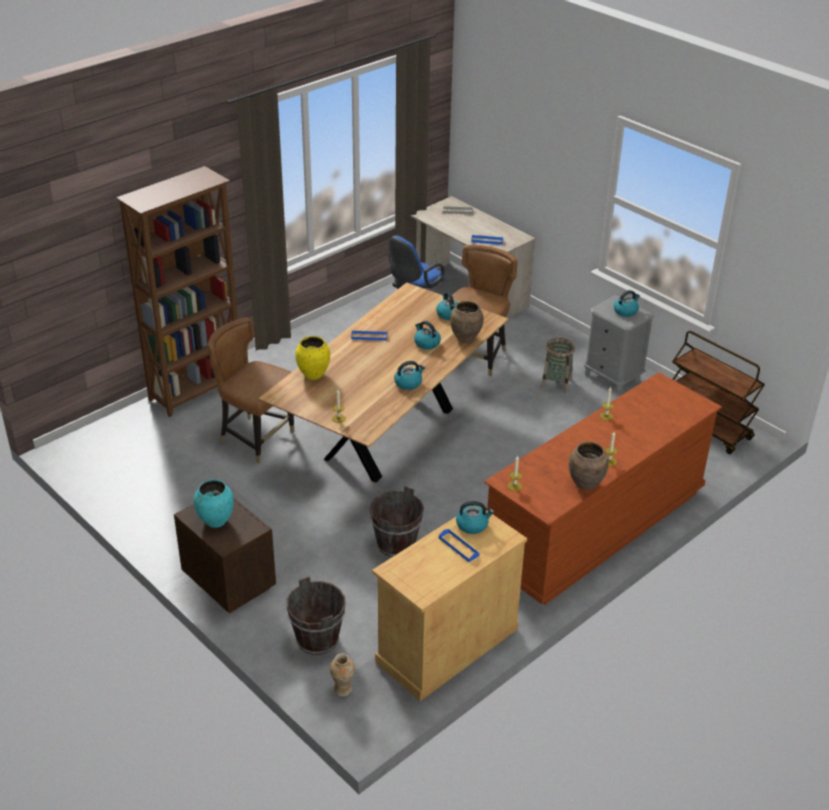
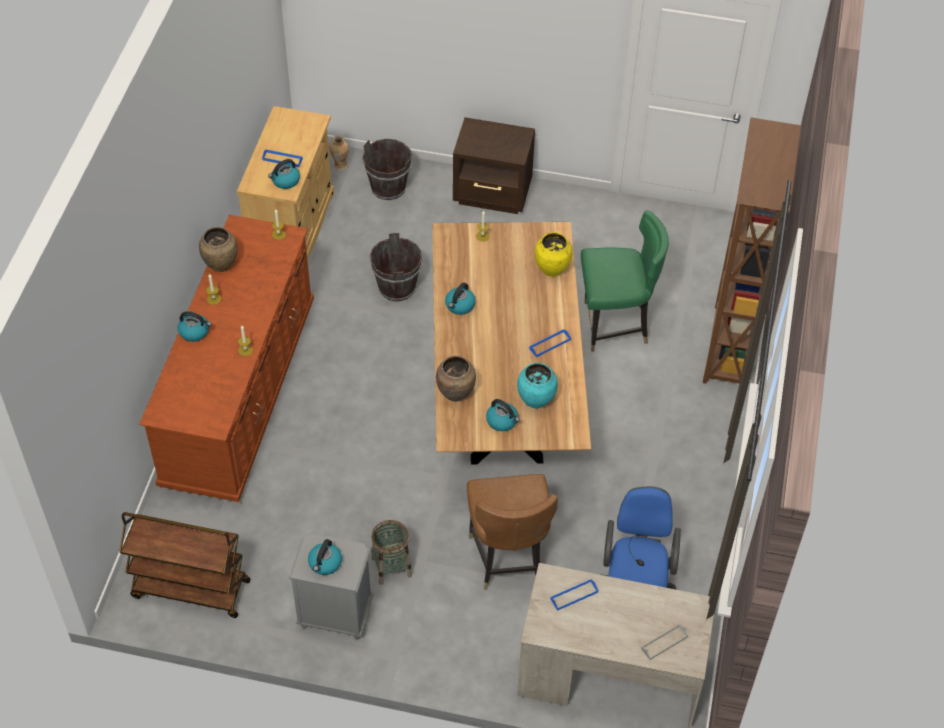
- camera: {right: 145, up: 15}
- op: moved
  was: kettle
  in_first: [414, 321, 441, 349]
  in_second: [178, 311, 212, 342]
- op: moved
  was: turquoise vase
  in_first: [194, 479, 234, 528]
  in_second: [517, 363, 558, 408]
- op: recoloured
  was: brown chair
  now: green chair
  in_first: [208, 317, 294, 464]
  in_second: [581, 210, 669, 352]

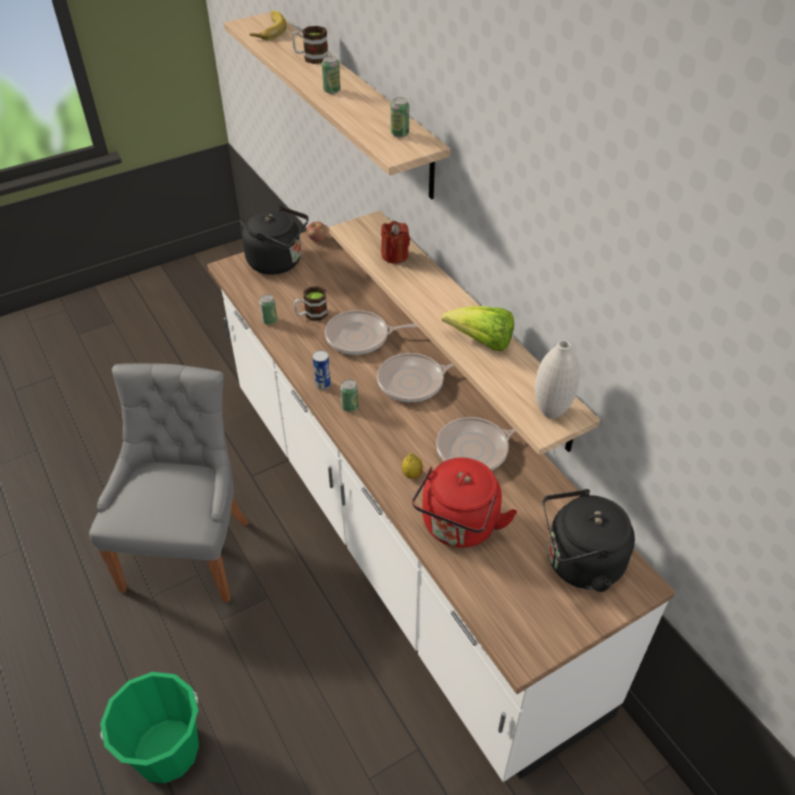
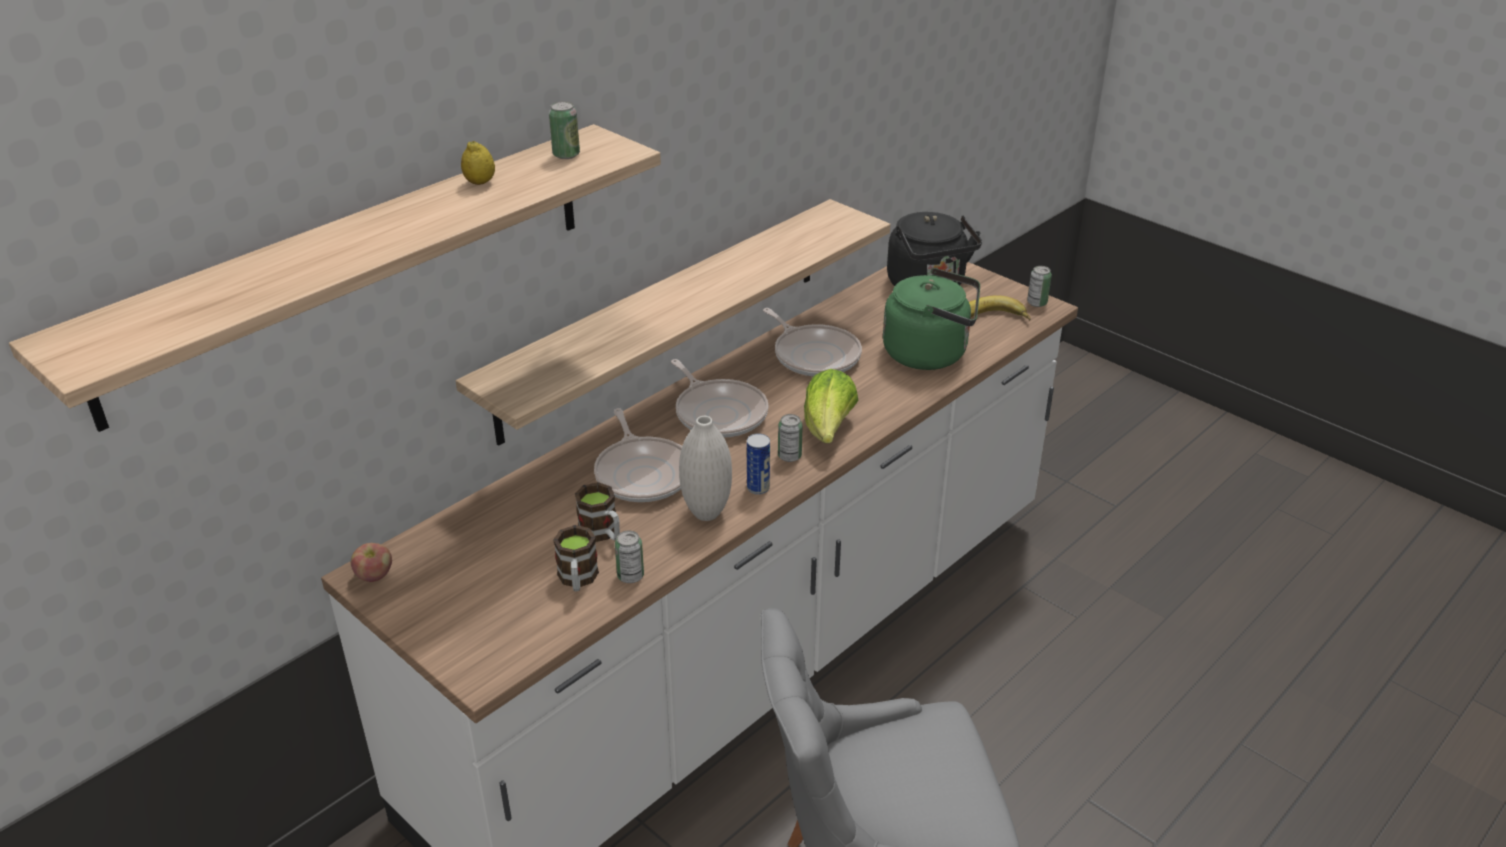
- camera: {right: -105, up: -10}
- op: moved
  was: lemon
  in_first: [402, 453, 423, 479]
  in_second: [461, 141, 495, 185]
- op: moved
  was: mug
  in_first: [292, 26, 328, 64]
  in_second: [553, 525, 599, 592]
- op: moved
  was: white vase
  in_first: [535, 340, 580, 418]
  in_second: [679, 416, 732, 521]
- op: moved
  was: lettuce
  in_first: [441, 306, 514, 351]
  in_second: [804, 369, 859, 443]
- op: recoloured
  was: red kettle
  now: green kettle
  in_first: [412, 458, 517, 548]
  in_second: [883, 268, 980, 370]
- op: moved
  was: banana
  in_first: [249, 11, 287, 40]
  in_second: [969, 295, 1031, 321]
- op: moved
  was: can
  in_first: [322, 56, 341, 94]
  in_second: [1027, 266, 1052, 307]
- op: removed
  was: green bucket
  in_first: [100, 672, 199, 783]
- op: removed
  was: black kettle
  in_first: [242, 206, 309, 275]
- op: removed
  was: red candle
  in_first: [381, 221, 410, 264]

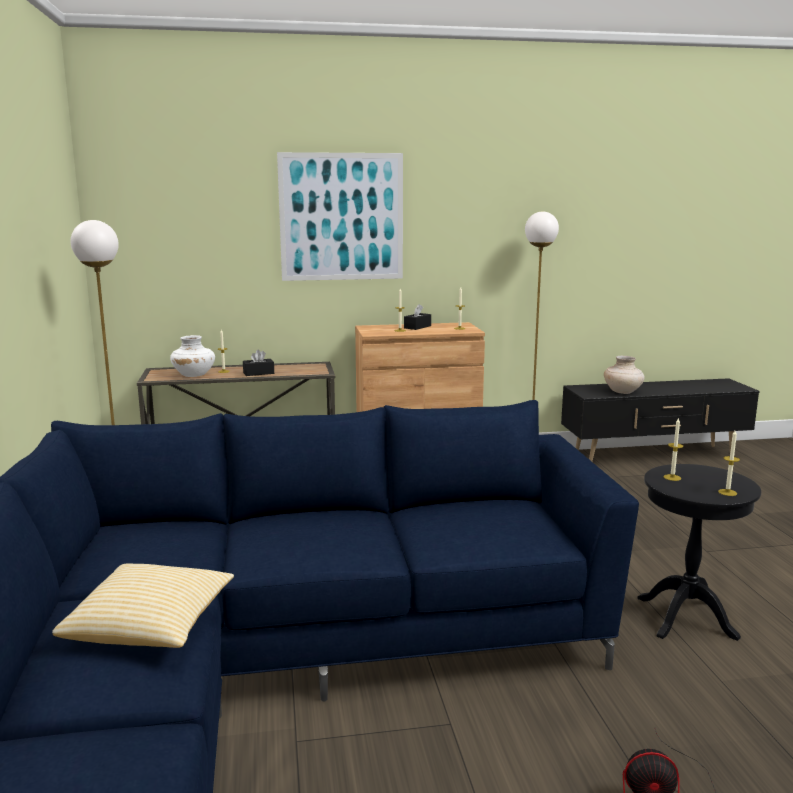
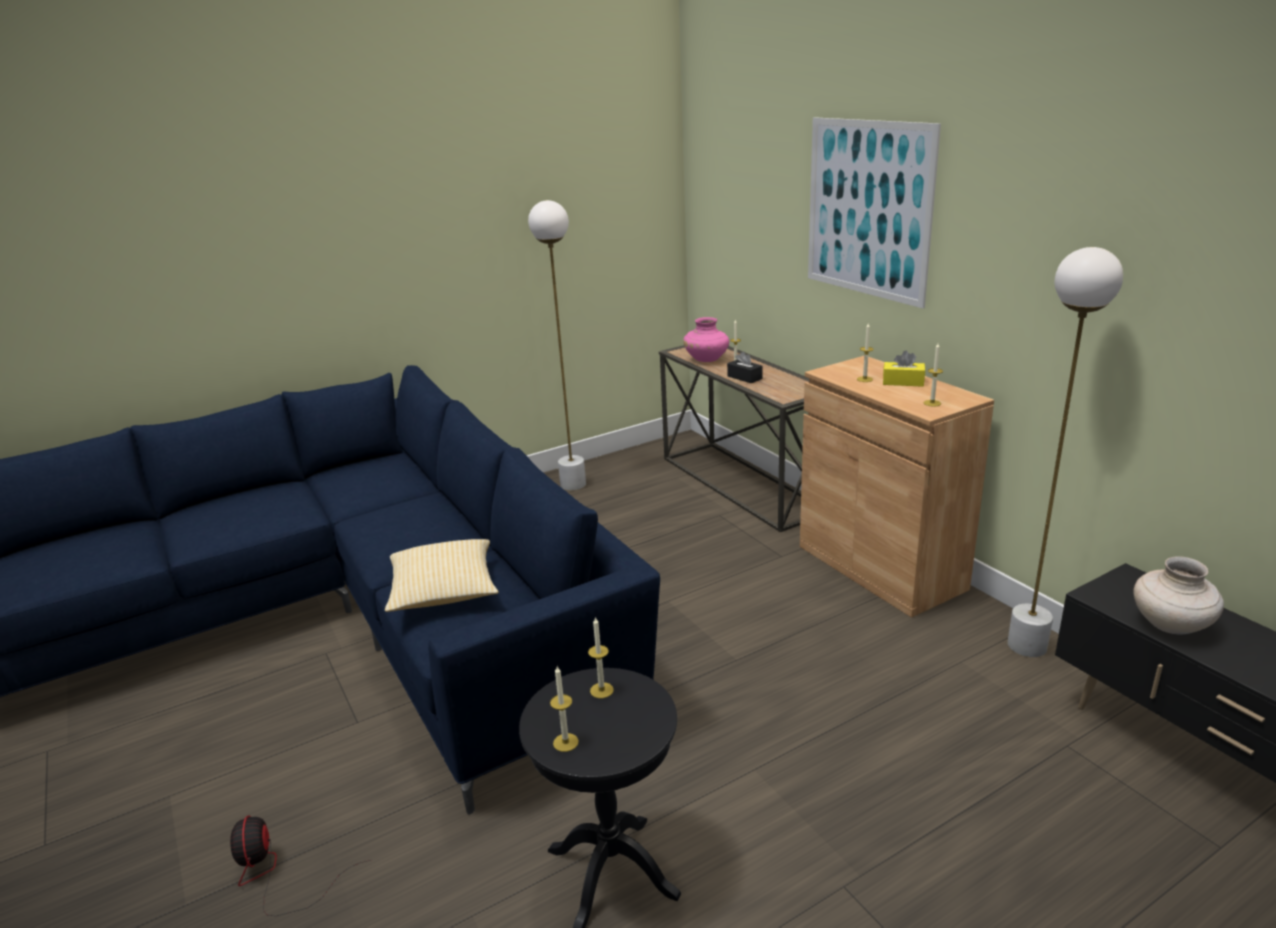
- camera: {right: 70, up: 10}
- op: moved
  was: pillow
  in_first: [52, 564, 234, 648]
  in_second: [385, 539, 498, 612]
- op: recoloured
  was: white vase
  now: pink vase
  in_first: [170, 335, 215, 377]
  in_second: [683, 317, 729, 362]
- op: recoloured
  was: black tissue box
  now: yellow tissue box
  in_first: [404, 304, 431, 330]
  in_second: [883, 351, 925, 387]

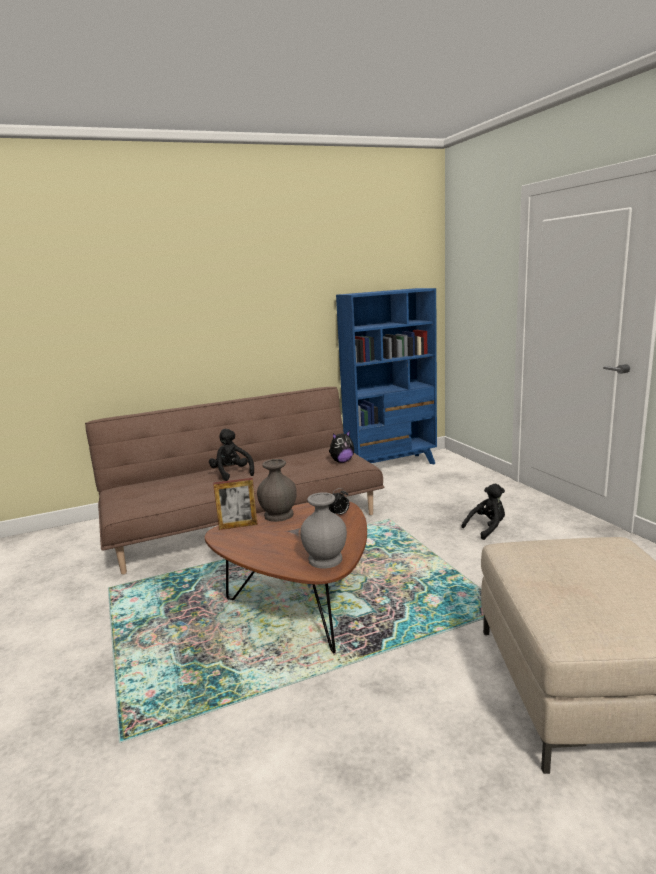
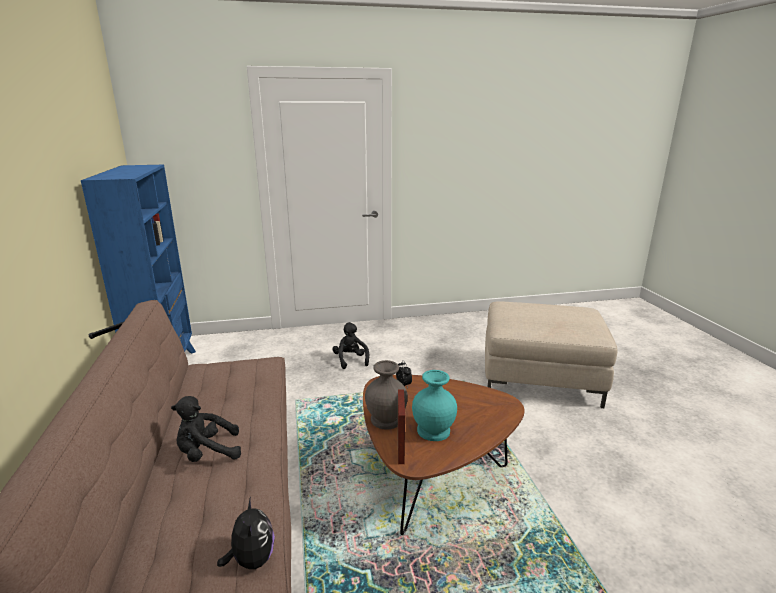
- camera: {right: -80, up: 5}
- op: moved
  was: plush toy
  in_first: [329, 430, 354, 463]
  in_second: [217, 497, 275, 569]
- op: added
  now: turquoise vase
  in_second: [412, 370, 457, 441]
- op: removed
  was: grey vase
  in_first: [300, 492, 347, 569]

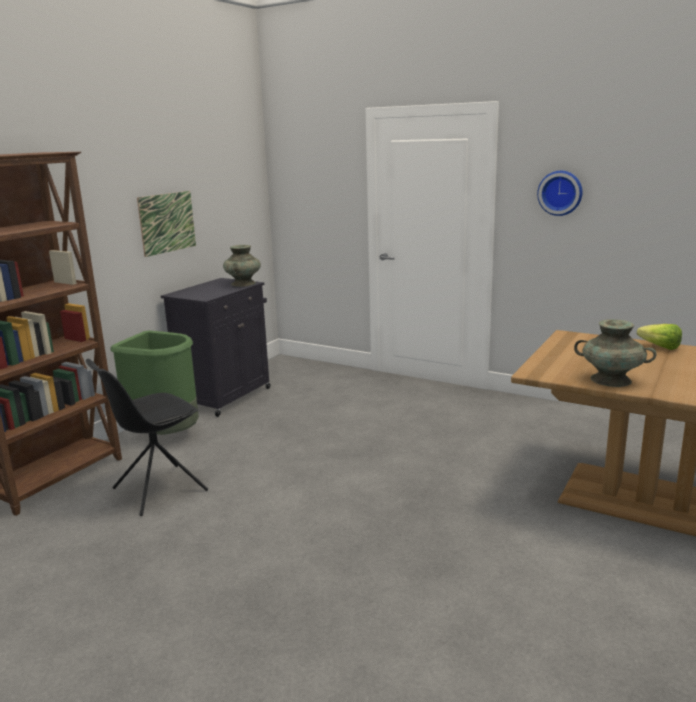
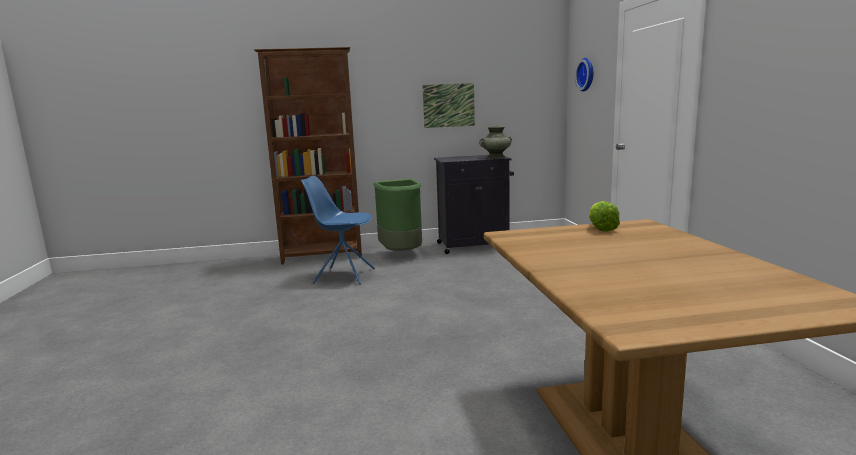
- camera: {right: 50, up: -5}
- op: recoloured
  was: black chair
  now: blue chair
  in_first: [86, 359, 208, 516]
  in_second: [301, 176, 375, 285]
- op: moved
  was: wall clock
  in_first: [537, 171, 582, 216]
  in_second: [575, 58, 593, 92]
- op: moved
  was: lettuce
  in_first: [637, 324, 682, 350]
  in_second: [589, 201, 620, 232]
- op: removed
  was: turquoise vase
  in_first: [574, 319, 657, 387]

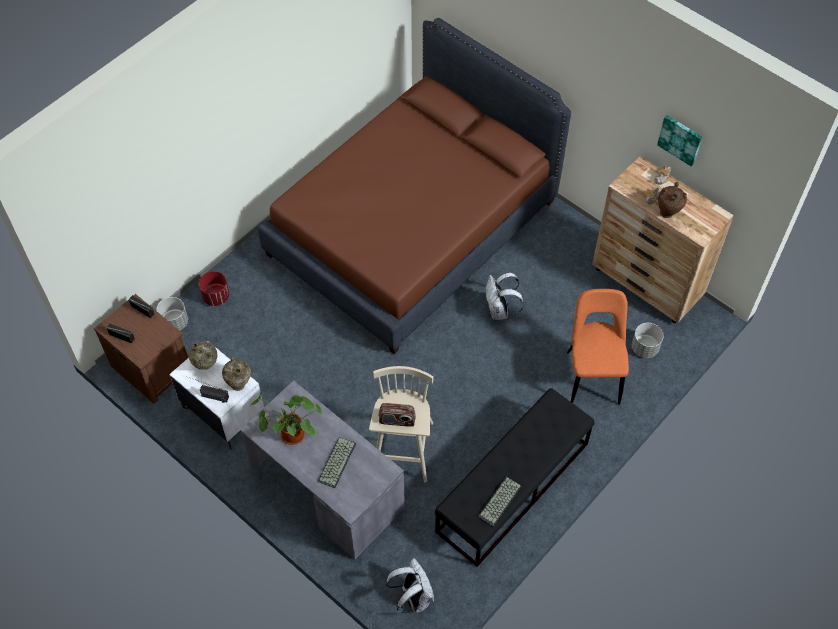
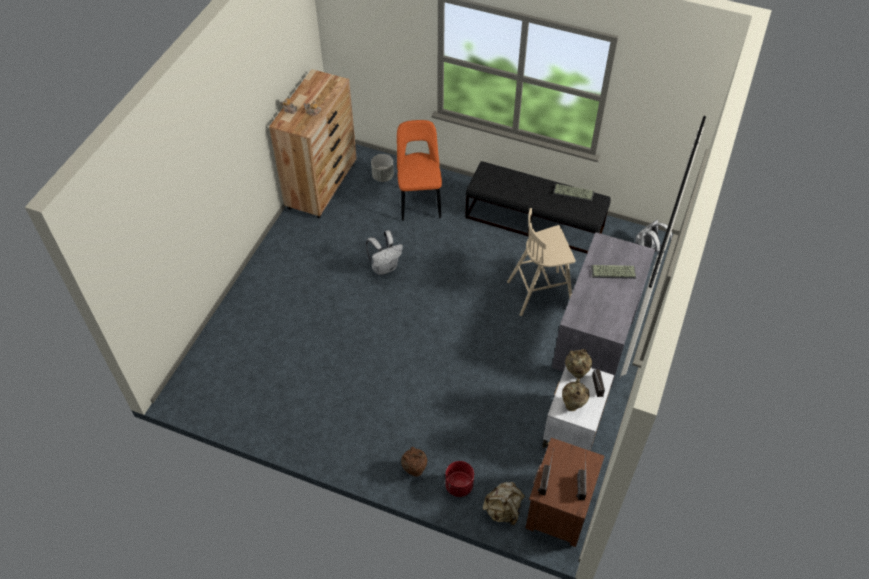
- camera: {right: -110, up: -5}
- op: turned
  was: orange chair
  in_first: [567, 289, 629, 405]
  in_second: [397, 120, 442, 221]
  clockwise: 105
- op: moved
  was: brown vase
  in_first: [658, 182, 687, 218]
  in_second: [401, 447, 427, 477]
- op: replaced
  was: grey planter
  now: beige backpack
  in_first: [156, 297, 188, 330]
  in_second: [483, 482, 525, 525]
- op: removed
  was: potted plant
  in_first: [250, 393, 322, 445]
- op: removed
  was: brown bed
  in_first: [258, 18, 571, 354]
- op: removed
  was: radio
  in_first: [378, 403, 416, 427]
- op: removed
  was: picture
  in_first: [657, 115, 702, 167]

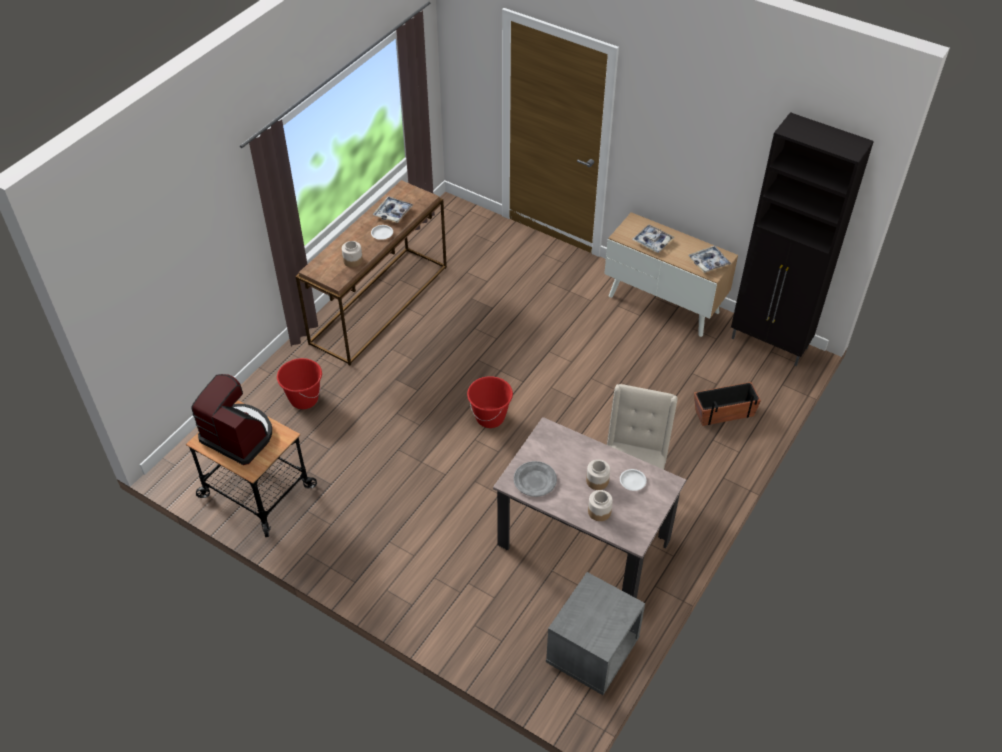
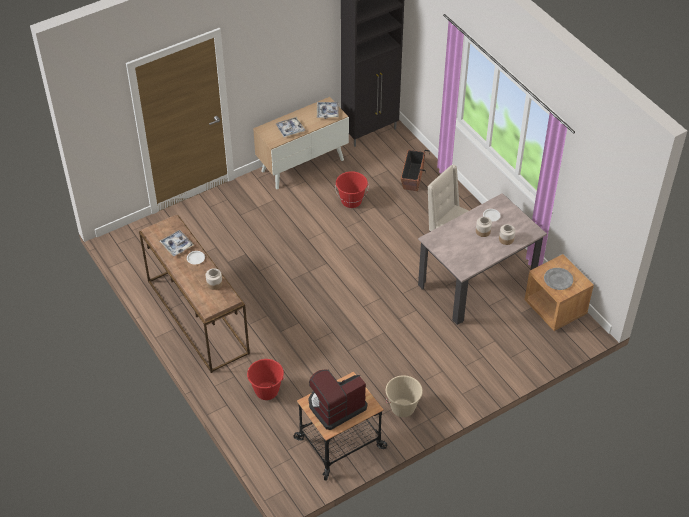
- camera: {right: -65, up: 0}
- op: moved
  was: red bucket
  in_first: [467, 376, 513, 428]
  in_second: [335, 171, 369, 208]
- op: added
  now: beige bucket
  in_second: [385, 375, 423, 417]
- op: recoloured
  was: grey nightstand
  now: brown nightstand
  in_first: [546, 572, 645, 695]
  in_second: [524, 254, 594, 331]
- op: moved
  was: grey plate
  in_first: [514, 461, 557, 497]
  in_second: [544, 268, 573, 290]

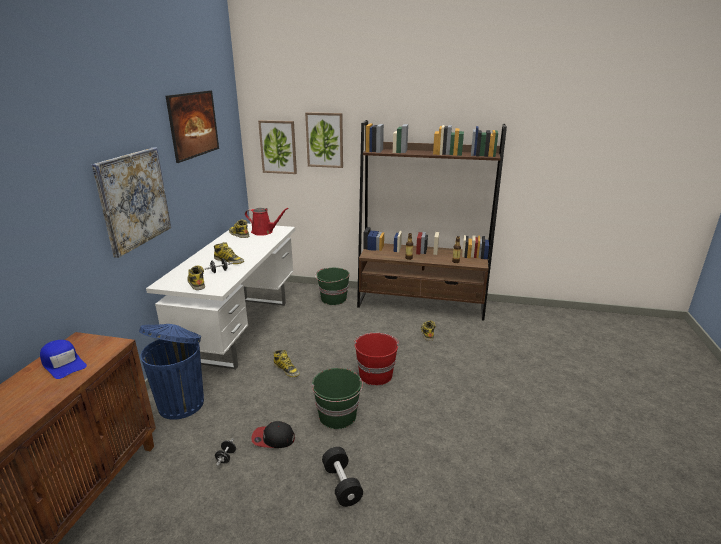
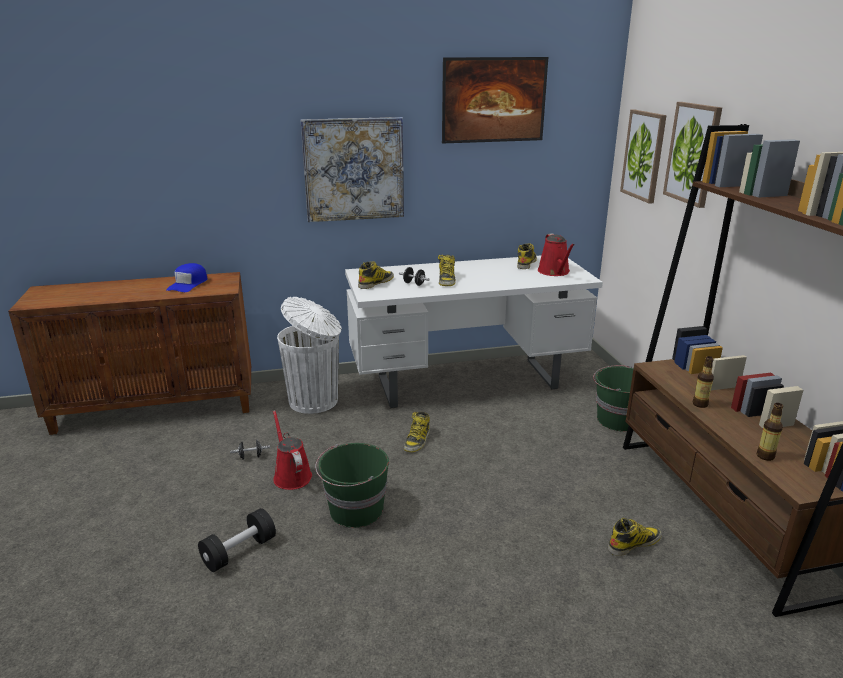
- camera: {right: 65, up: 0}
- op: replaced
  was: cap
  now: red watering can
  in_first: [251, 421, 295, 448]
  in_second: [273, 410, 312, 490]
- op: recoloured
  was: blue trash can
  now: white trash can
  in_first: [139, 324, 204, 420]
  in_second: [277, 297, 342, 414]
- op: removed
  was: red bucket
  in_first: [354, 333, 399, 385]

